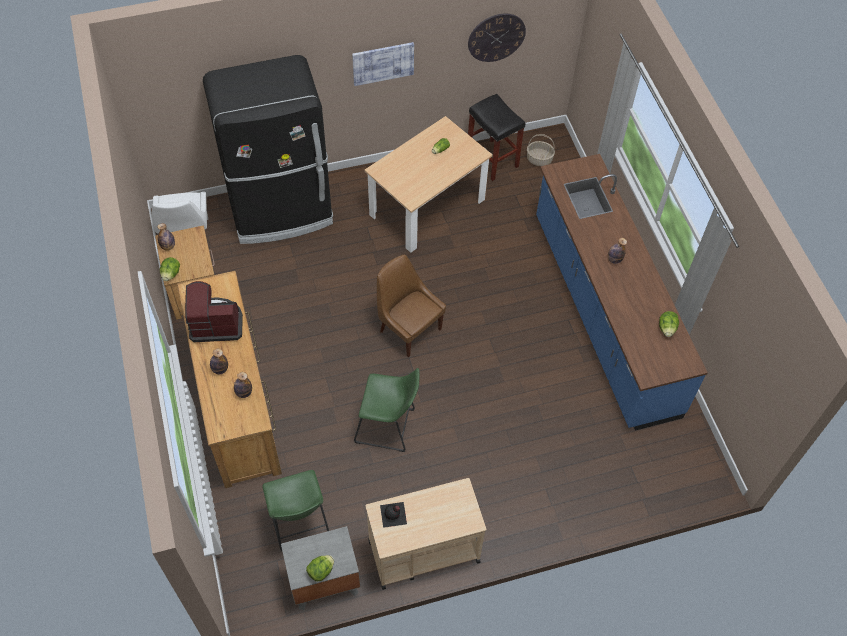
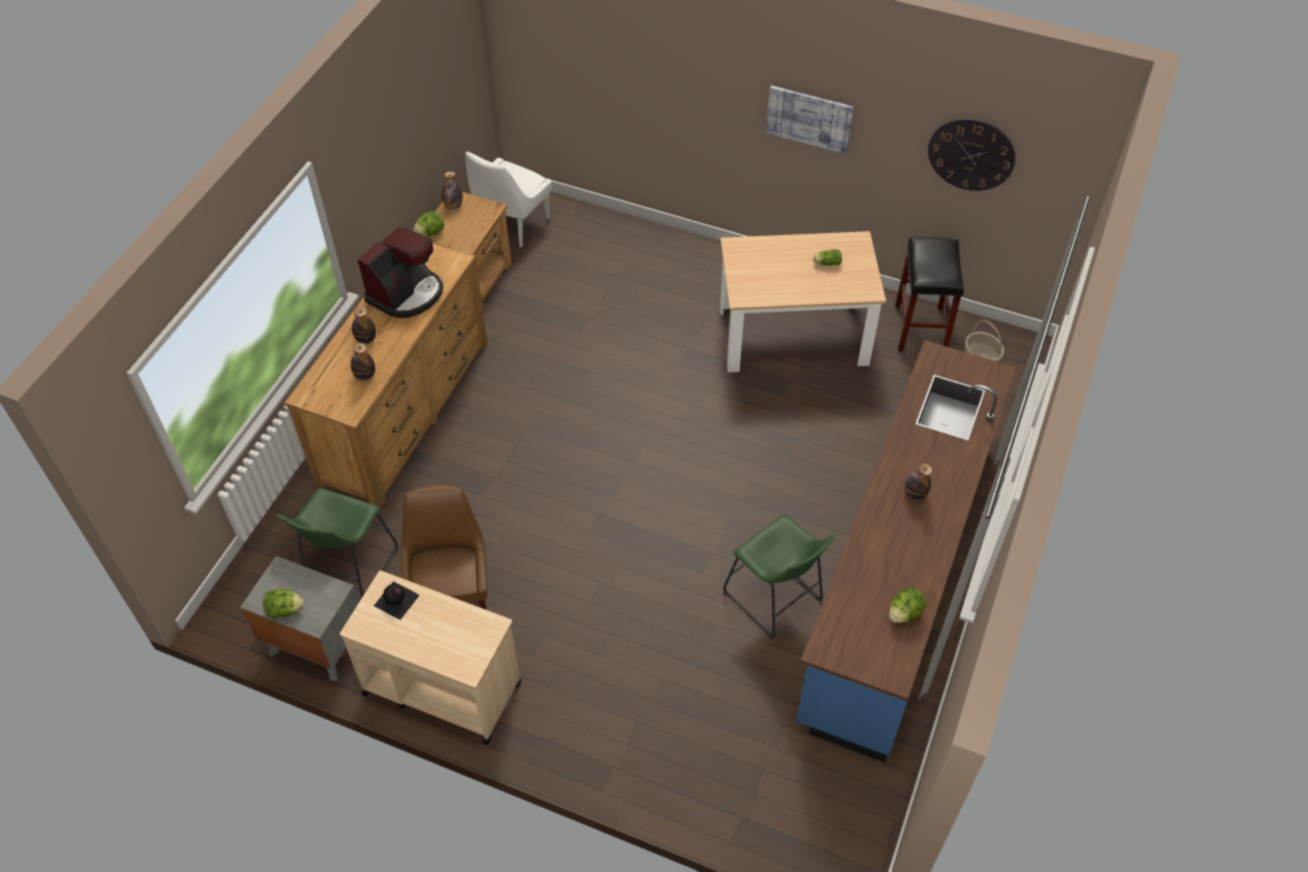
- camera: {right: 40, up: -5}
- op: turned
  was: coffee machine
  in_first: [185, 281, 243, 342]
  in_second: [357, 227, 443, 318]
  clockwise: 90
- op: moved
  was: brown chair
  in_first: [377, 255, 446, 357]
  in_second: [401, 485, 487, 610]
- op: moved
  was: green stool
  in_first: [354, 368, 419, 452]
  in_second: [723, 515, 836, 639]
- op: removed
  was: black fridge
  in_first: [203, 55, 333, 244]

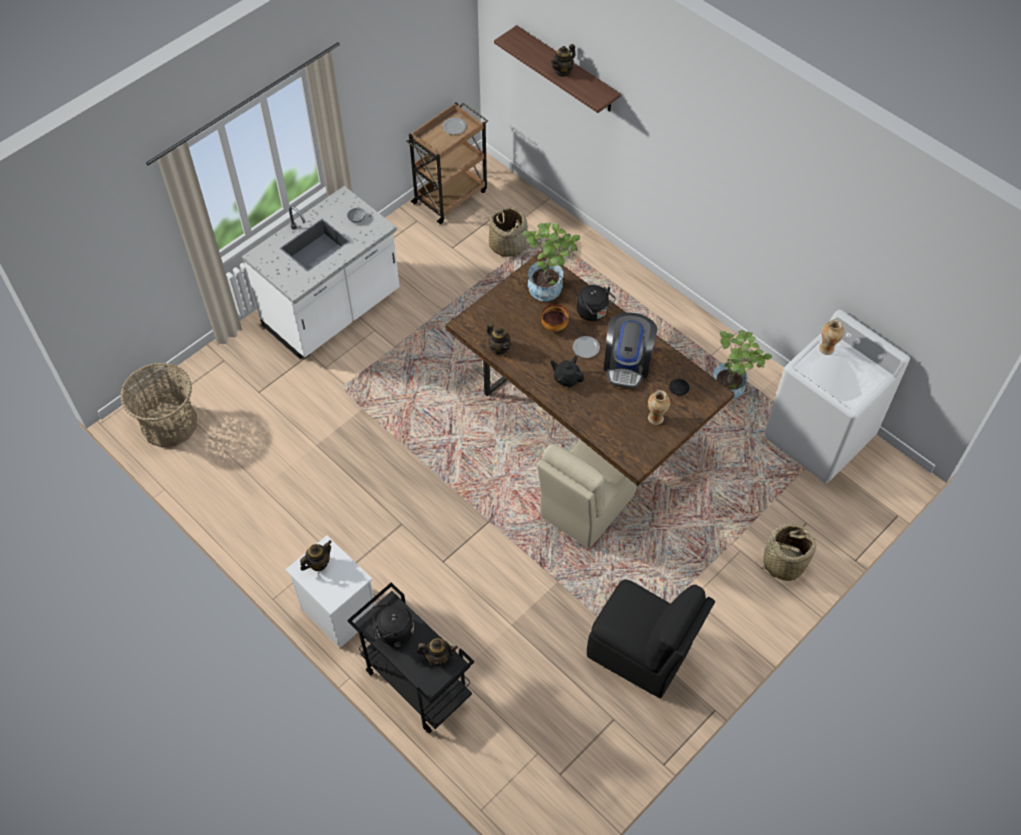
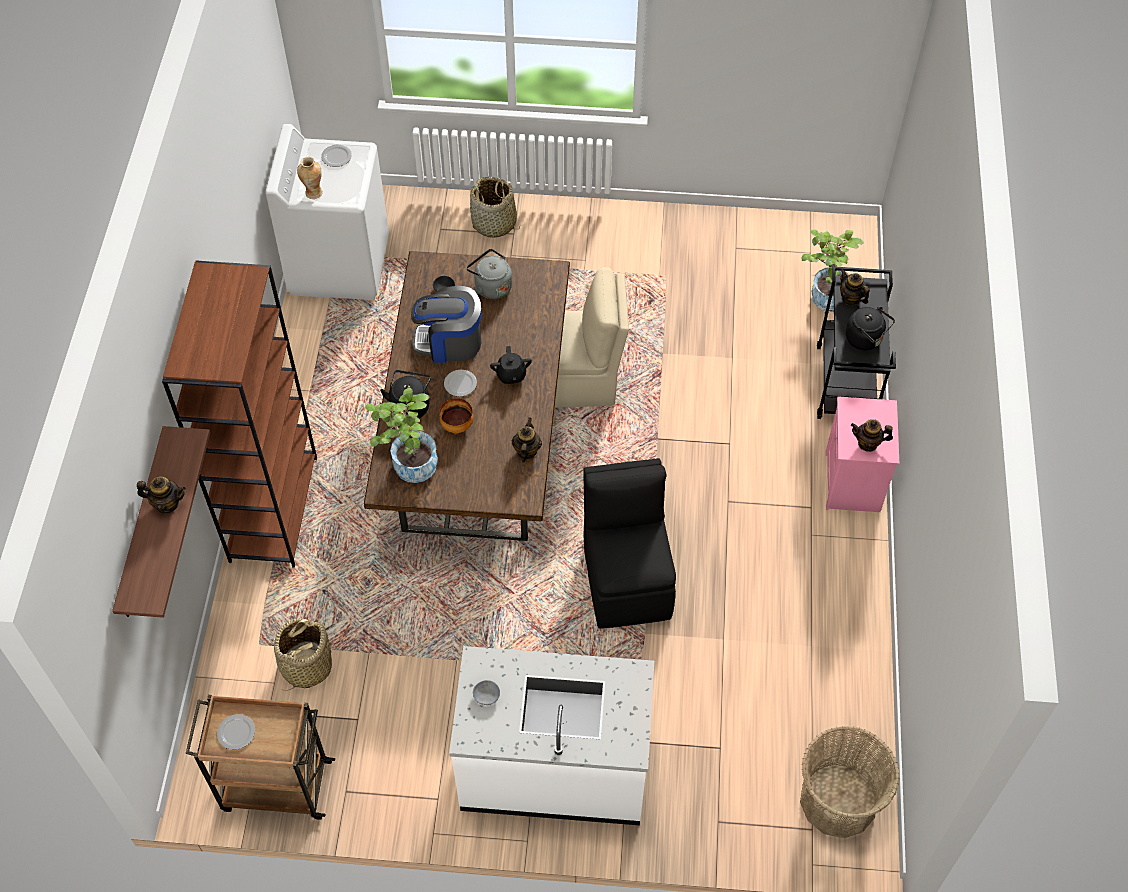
- camera: {right: -130, up: 0}
- op: added
  now: brown bookcase
  in_second: [162, 260, 317, 568]
- op: added
  now: plate
  in_second: [321, 145, 352, 167]
- op: turned
  was: coffee machine
  in_first: [604, 313, 657, 388]
  in_second: [411, 286, 482, 363]
  clockwise: -150
- op: replaced
  was: vase
  now: grey kettle
  in_first: [648, 390, 670, 425]
  in_second: [467, 249, 512, 299]
- op: moved
  was: black chair
  in_first: [587, 580, 715, 698]
  in_second: [583, 458, 676, 629]
- op: moved
  was: potted plant
  in_first: [713, 330, 772, 400]
  in_second: [802, 229, 864, 312]
- op: recoloured
  was: white nightstand
  now: pink nightstand
  in_first: [285, 535, 375, 648]
  in_second: [825, 396, 899, 512]

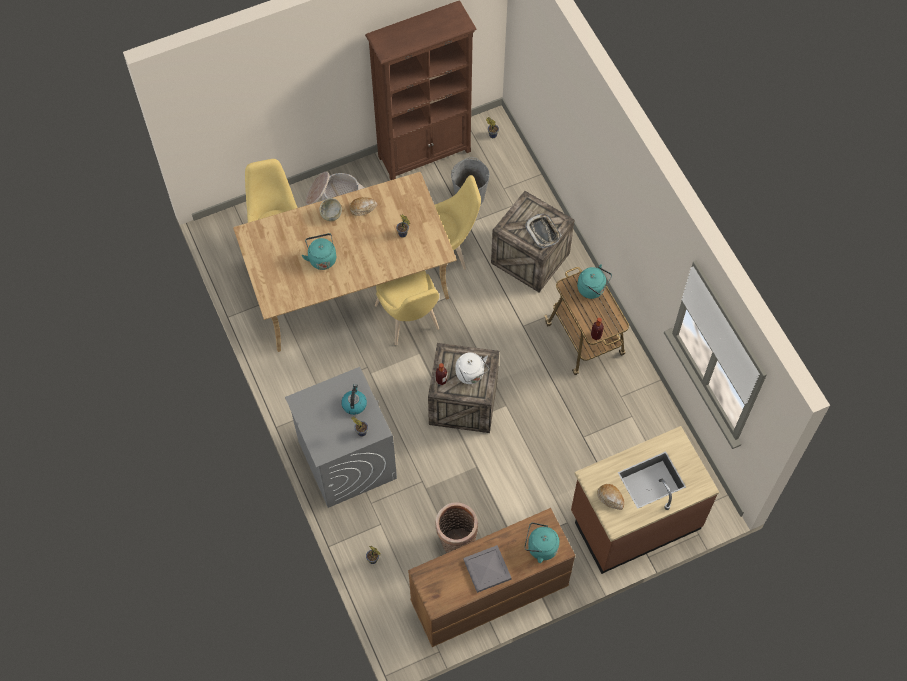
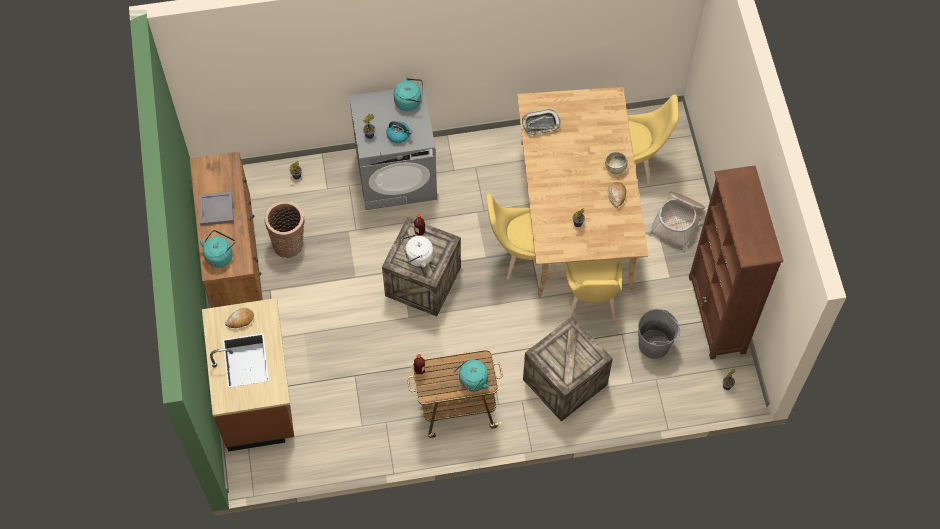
- camera: {right: 105, up: 0}
- op: moved
  was: turquoise kettle
  in_first: [302, 233, 336, 270]
  in_second: [394, 76, 423, 111]
- op: moved
  was: tray
  in_first: [525, 214, 562, 248]
  in_second: [522, 109, 561, 135]

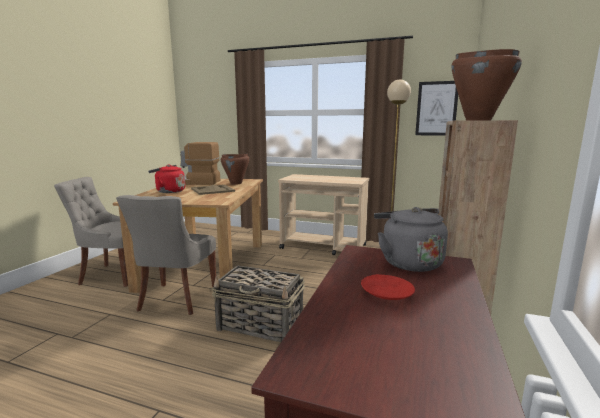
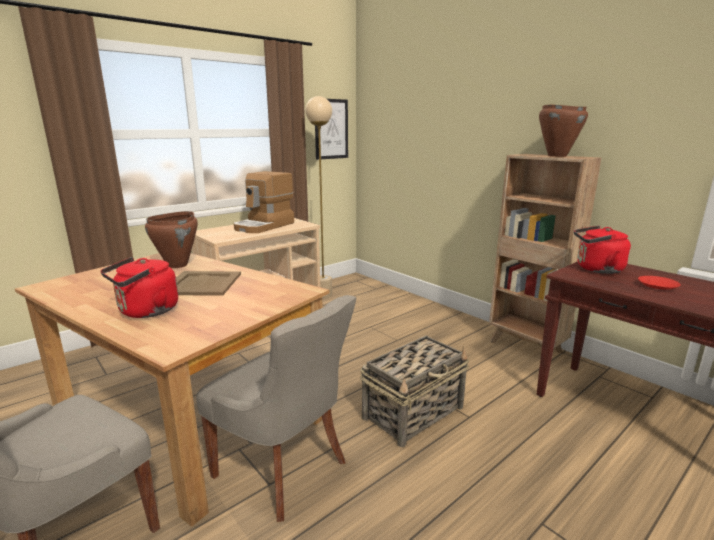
- camera: {right: -60, up: 5}
- op: moved
  was: coffee machine
  in_first: [180, 142, 220, 185]
  in_second: [234, 171, 294, 233]
- op: recoloured
  was: grey kettle
  now: red kettle
  in_first: [374, 207, 448, 272]
  in_second: [574, 226, 631, 274]

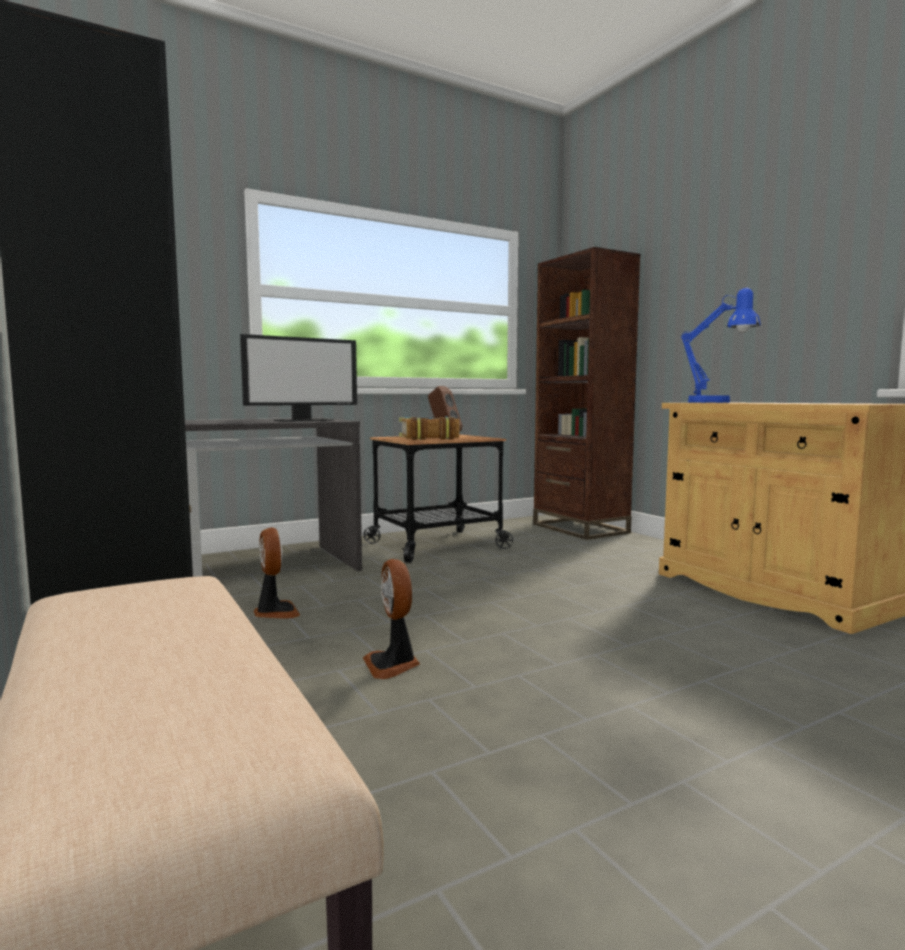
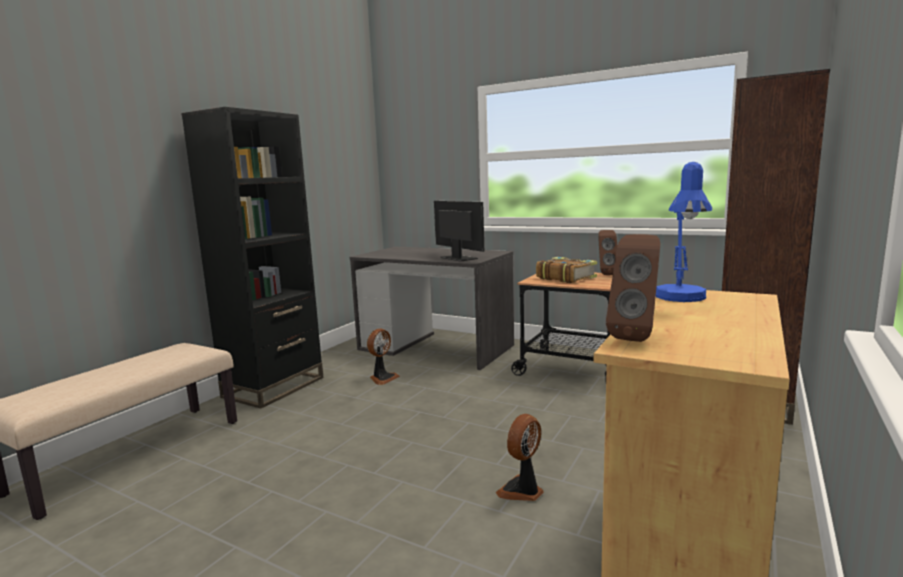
- camera: {right: 60, up: 5}
- op: turned
  was: monitor
  in_first: [240, 334, 357, 422]
  in_second: [434, 201, 484, 262]
  clockwise: -150
- op: moved
  was: fan
  in_first: [363, 559, 420, 679]
  in_second: [496, 414, 544, 501]
- op: added
  now: brown speaker
  in_second: [606, 234, 660, 342]

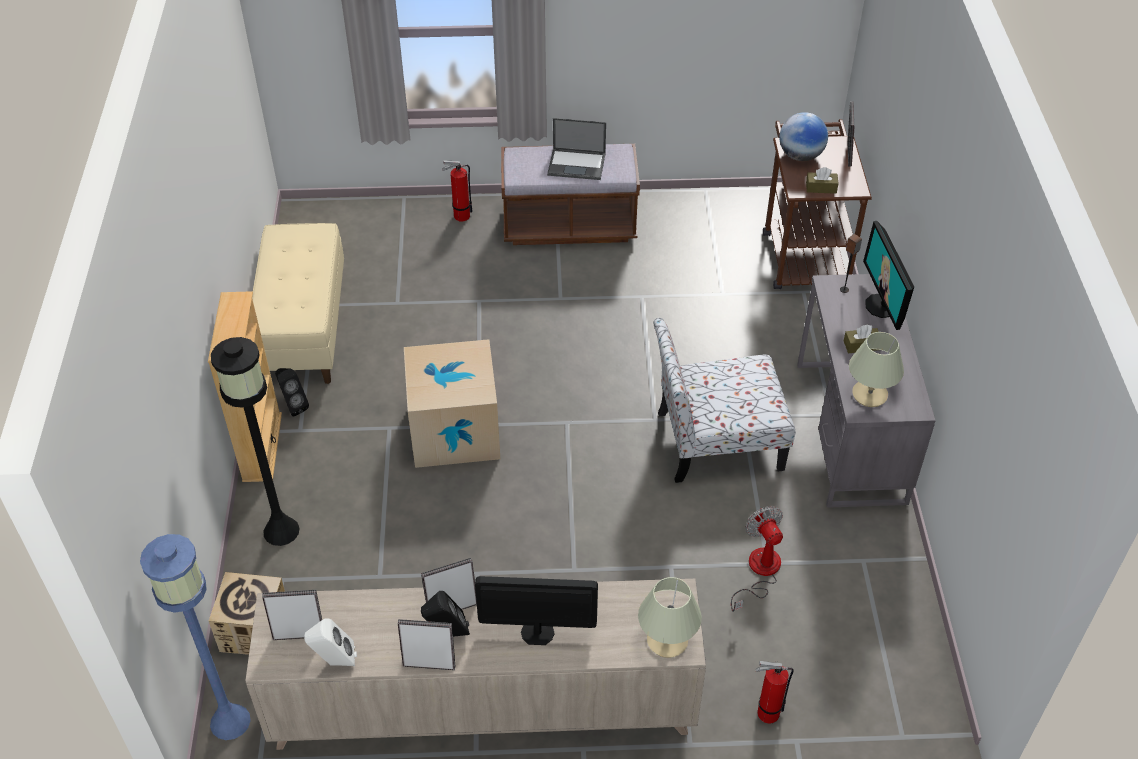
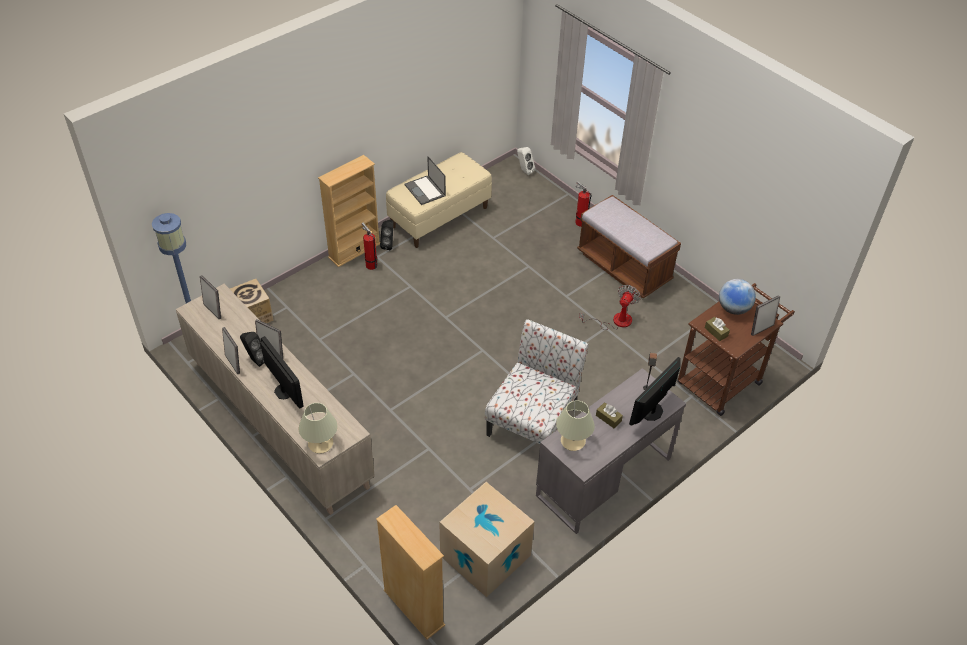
- camera: {right: 50, up: 0}
- op: moved
  was: fire extinguisher
  in_first: [755, 661, 794, 723]
  in_second: [362, 223, 377, 270]
- op: added
  now: beige bookcase
  in_second: [376, 505, 445, 639]
- op: moved
  was: laptop
  in_first: [547, 118, 606, 180]
  in_second: [404, 156, 446, 205]
- op: moved
  was: cardboard box
  in_first: [404, 339, 500, 468]
  in_second: [439, 482, 535, 597]
- op: turned
  was: chair
  in_first: [653, 318, 796, 483]
  in_second: [485, 319, 589, 444]
  clockwise: 75
- op: moved
  was: white speaker
  in_first: [304, 618, 357, 666]
  in_second: [517, 147, 535, 175]
- op: moved
  was: fan
  in_first: [731, 506, 783, 612]
  in_second: [579, 285, 641, 330]
- op: removed
  was: black floor lamp
  in_first: [211, 337, 300, 546]

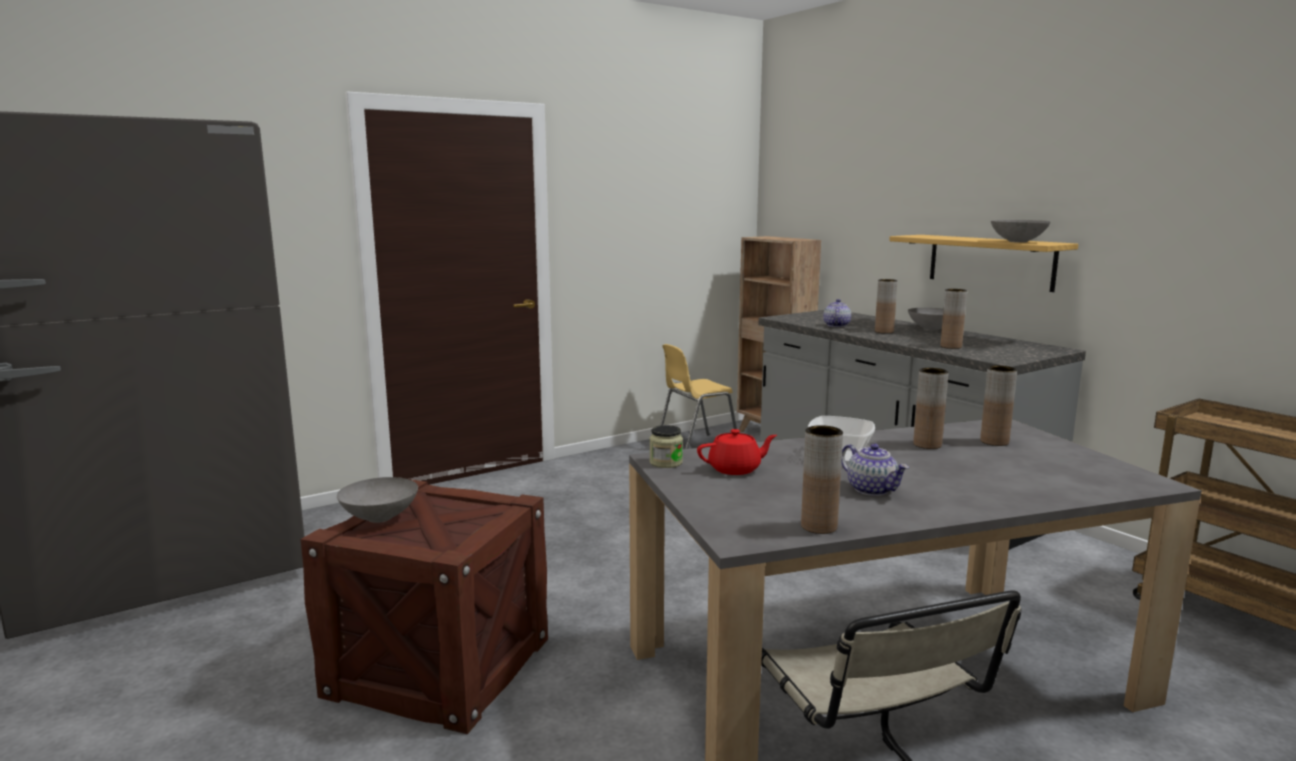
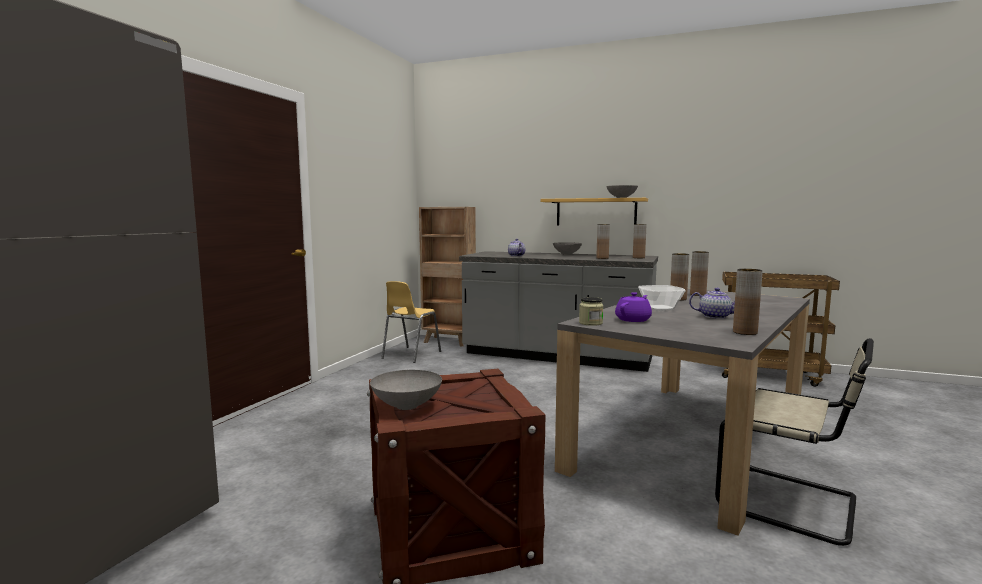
- camera: {right: -35, up: -5}
- op: recoloured
  was: red teapot
  now: purple teapot
  in_first: [697, 429, 777, 475]
  in_second: [615, 292, 652, 322]
- op: moved
  was: brown vase
  in_first: [875, 279, 898, 334]
  in_second: [633, 224, 646, 258]

